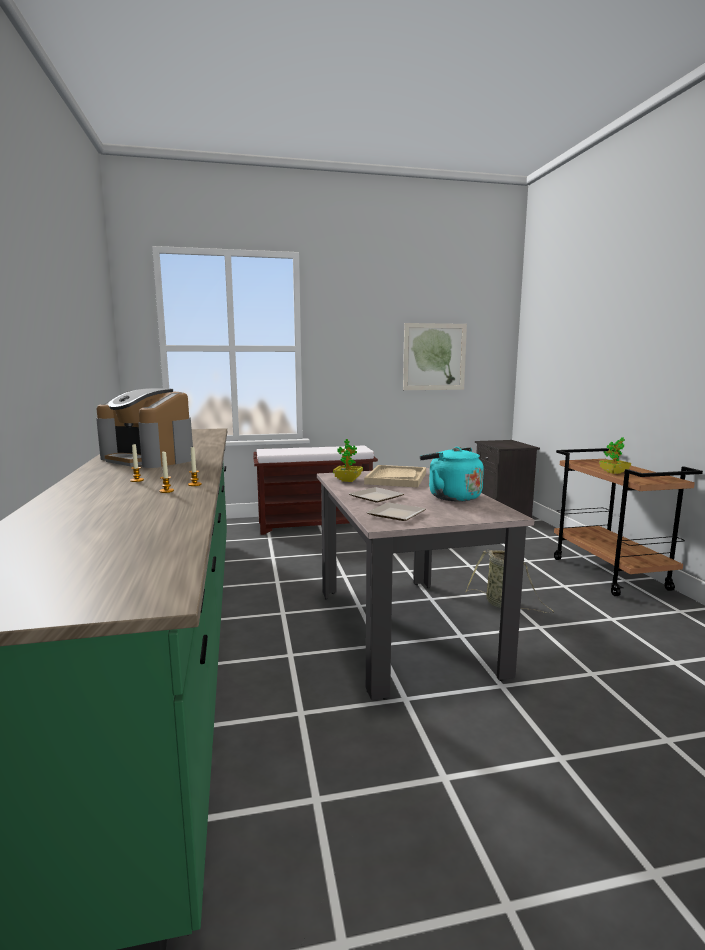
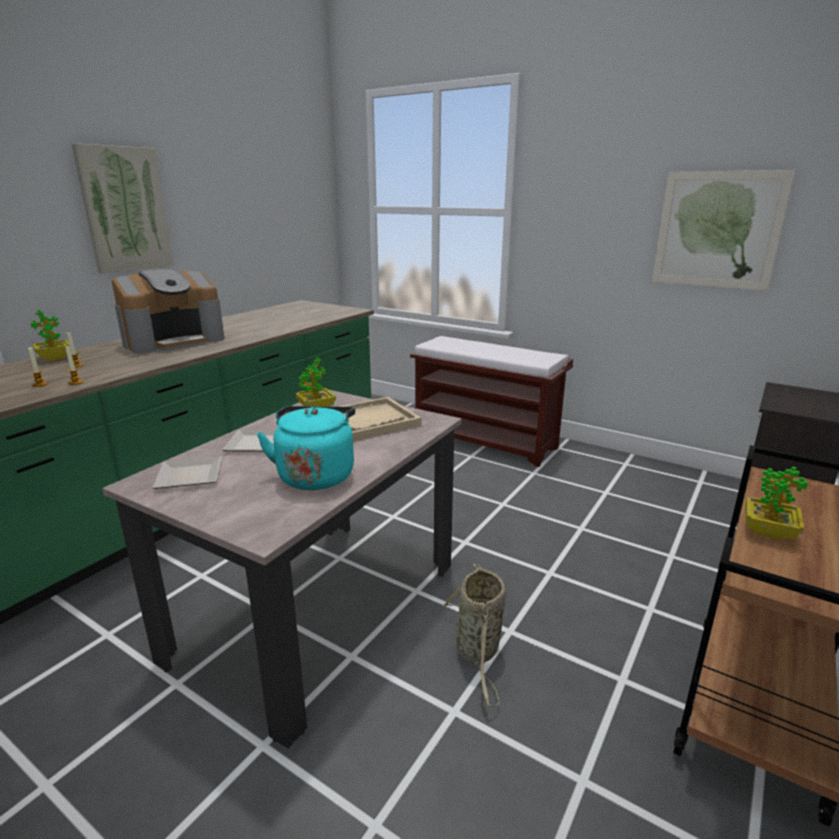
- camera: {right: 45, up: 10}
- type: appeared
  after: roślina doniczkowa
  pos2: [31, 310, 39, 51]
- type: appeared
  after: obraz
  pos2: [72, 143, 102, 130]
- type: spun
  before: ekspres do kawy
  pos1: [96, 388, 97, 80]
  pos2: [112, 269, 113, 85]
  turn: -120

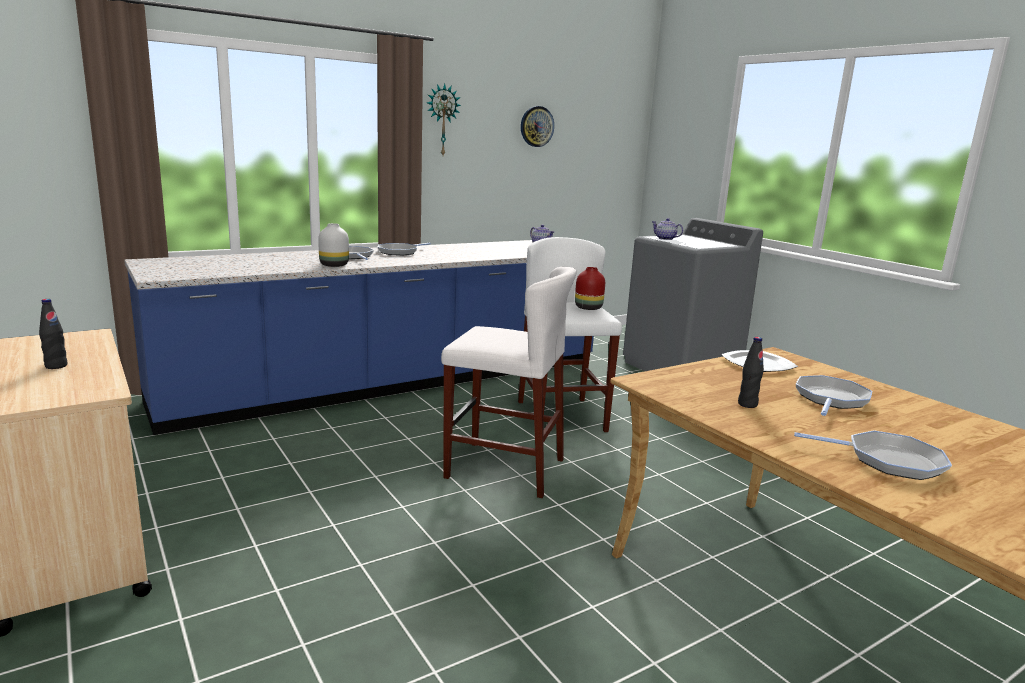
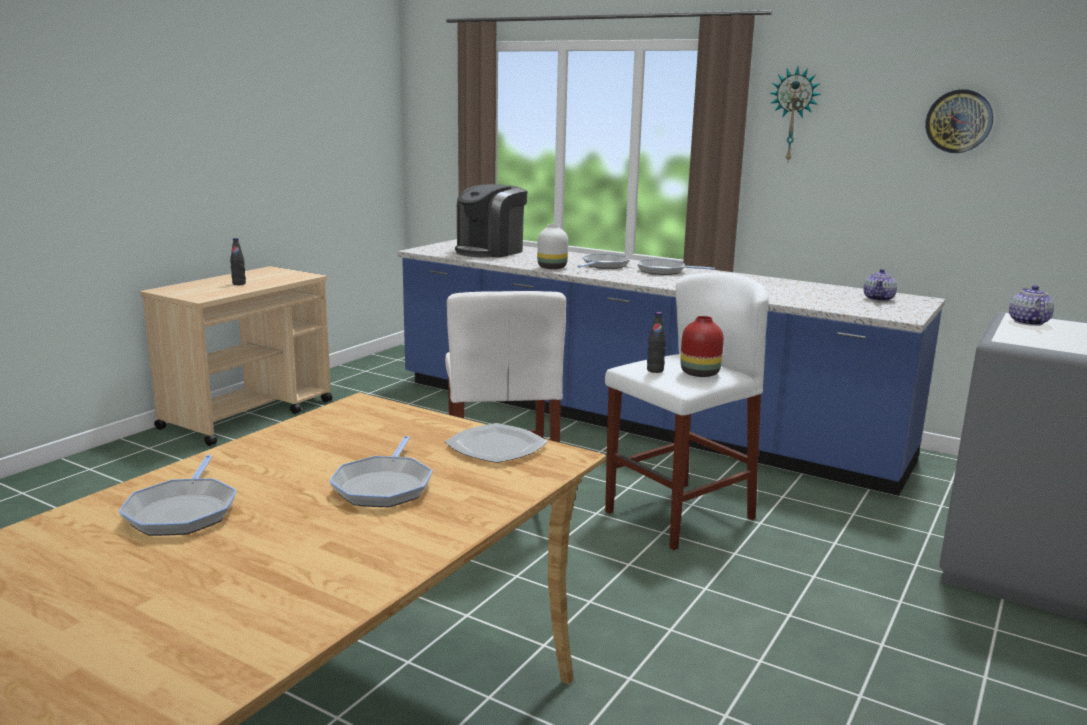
- camera: {right: 65, up: 0}
- type: spun
  before: patelnia
  pos1: [796, 375, 76, 41]
  pos2: [329, 436, 104, 71]
  turn: 90
- type: appeared
  after: ekspres do kawy
  pos2: [455, 184, 73, 74]
- type: relocated
  before: butelka [czarny]
  pos1: [738, 337, 26, 71]
  pos2: [647, 312, 19, 61]

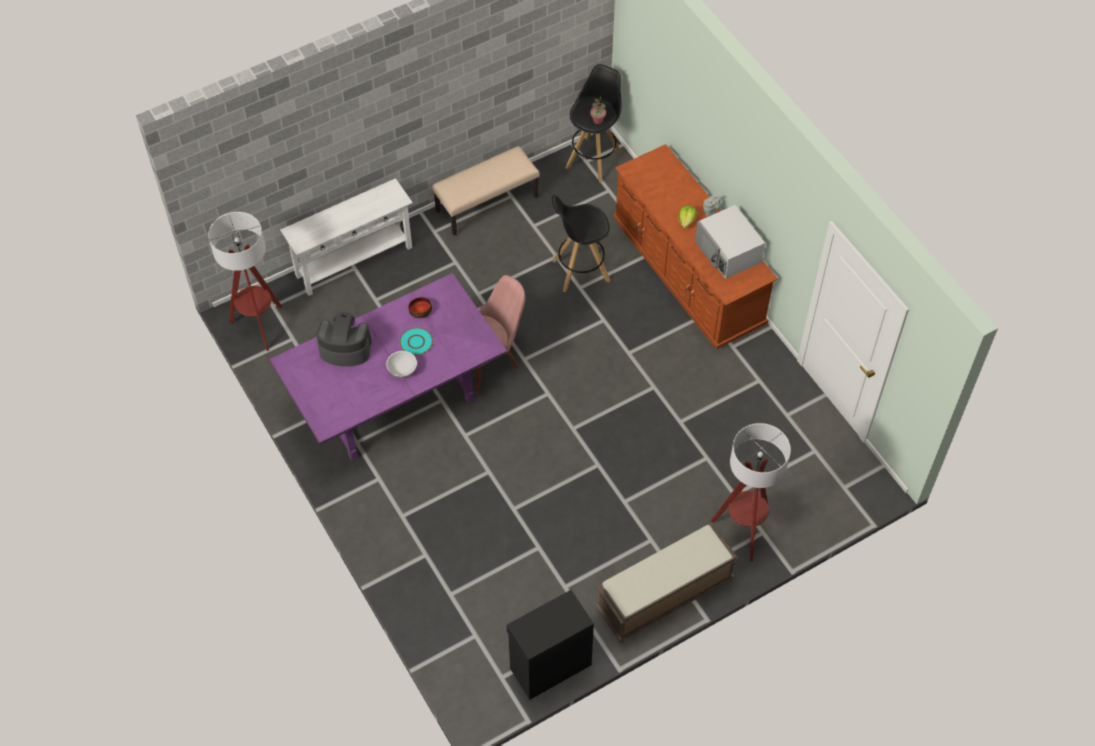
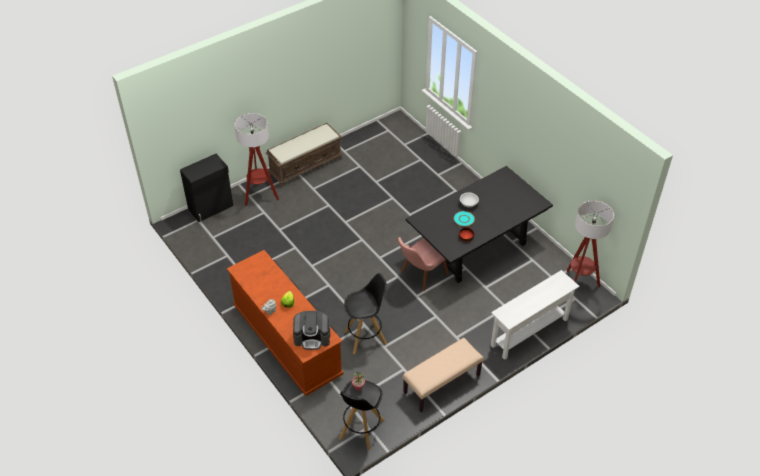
- camera: {right: 175, up: -10}
- type: relocated
  before: szafka [czarny]
  pos1: [507, 590, 87, 110]
  pos2: [180, 154, 53, 68]
- type: relocated
  before: ekspres do kawy
  pos1: [317, 312, 55, 55]
  pos2: [293, 311, 37, 39]
- type: colour
  before: stół jadalny [fioletowy]
  after: stół jadalny [czarny]
  pos1: [269, 273, 238, 188]
  pos2: [406, 166, 147, 117]
- type: missing
  before: mikrofalówka [biały]
  pos1: [695, 205, 70, 74]

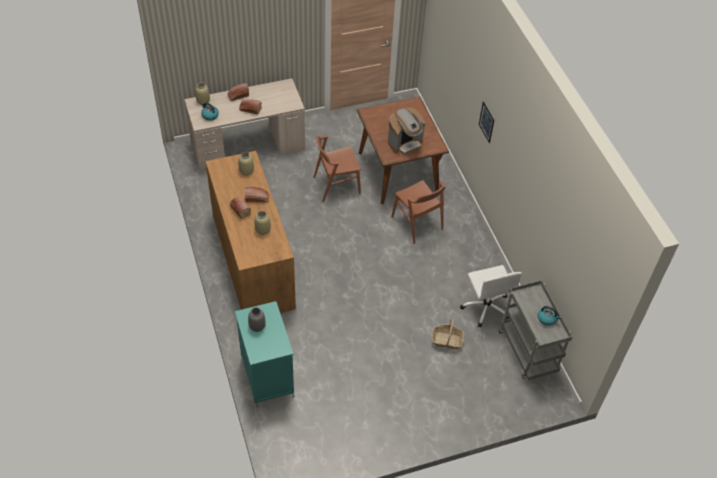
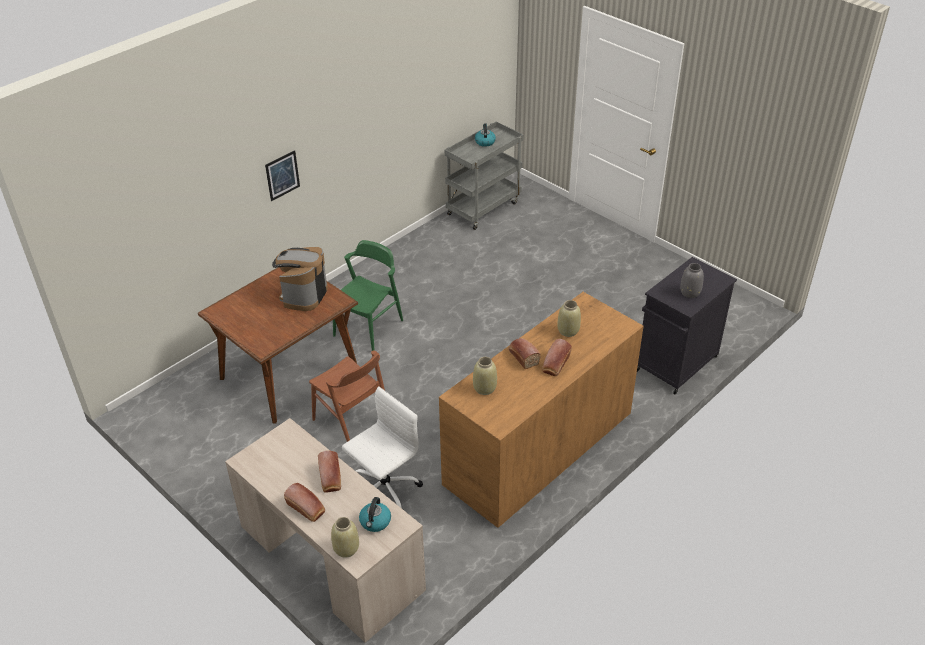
- camera: {right: -115, up: -10}
- type: spun
  before: ekspres do kawy
  pos1: [388, 108, 37, 47]
  pos2: [272, 247, 56, 64]
  turn: -105
- type: colour
  before: krzesło [brązowy]
  after: krzesło [zielony]
  pos1: [391, 180, 54, 64]
  pos2: [333, 240, 70, 111]
- type: relocated
  before: krzesło biurowe [biały]
  pos1: [460, 265, 62, 62]
  pos2: [342, 386, 81, 122]
- type: colour
  before: szafka [turkusowy]
  after: szafka [czarny]
  pos1: [235, 301, 59, 106]
  pos2: [637, 257, 100, 137]
- type: missing
  before: koszyk
  pos1: [432, 319, 32, 30]

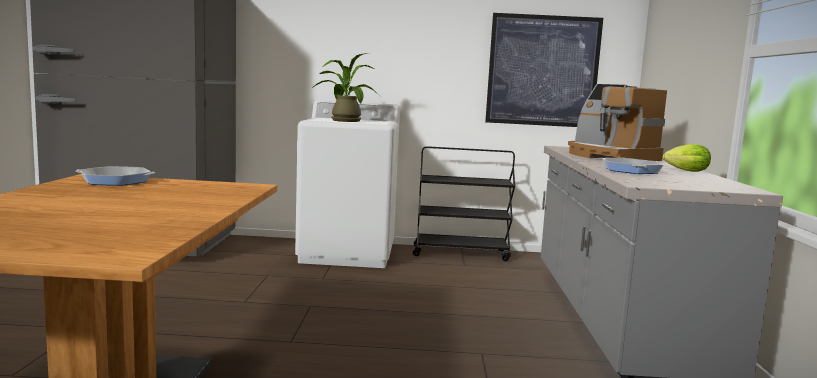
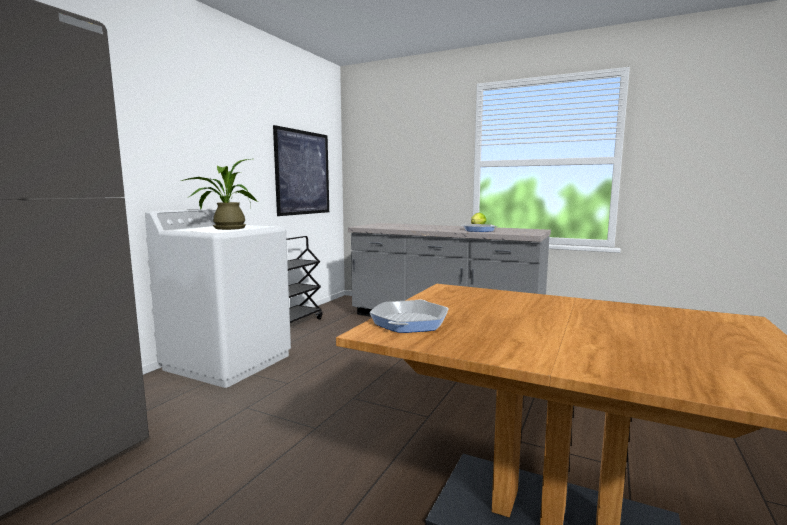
- camera: {right: -65, up: 0}
- type: missing
  before: ekspres do kawy
  pos1: [568, 84, 99, 77]

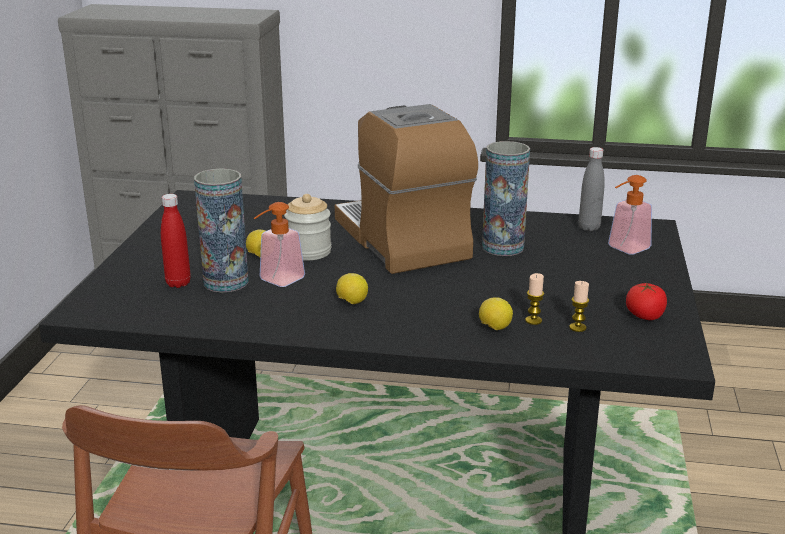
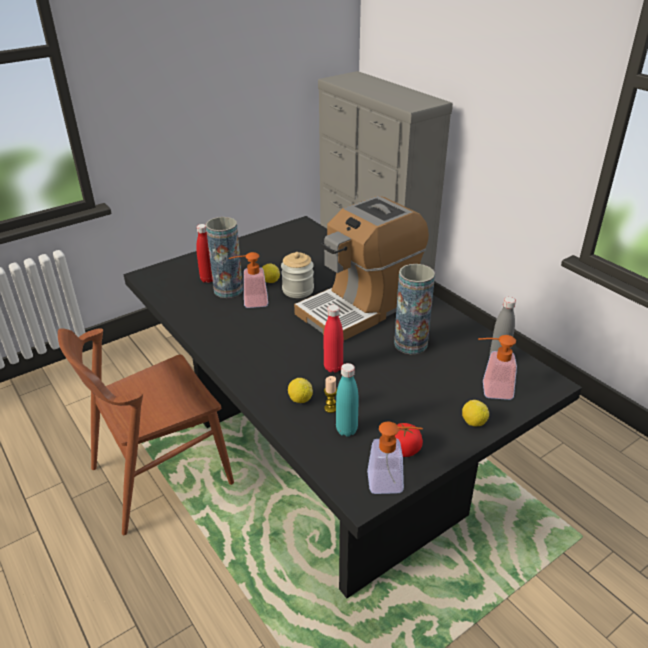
- camera: {right: 45, up: 10}
- type: spun
  before: ekspres do kawy
  pos1: [335, 104, 143, 170]
  pos2: [294, 196, 135, 145]
  turn: -150
- type: appeared
  after: butelka [czerwony]
  pos2: [324, 305, 19, 68]
- type: exchanged
  before: świeca
  after: butelka [turkusowy]
  pos1: [569, 281, 20, 51]
  pos2: [336, 363, 23, 74]
- type: appeared
  after: dozownik mydła
  pos2: [367, 421, 56, 73]
- type: relocated
  before: cytryna
  pos1: [336, 273, 32, 31]
  pos2: [462, 400, 27, 27]

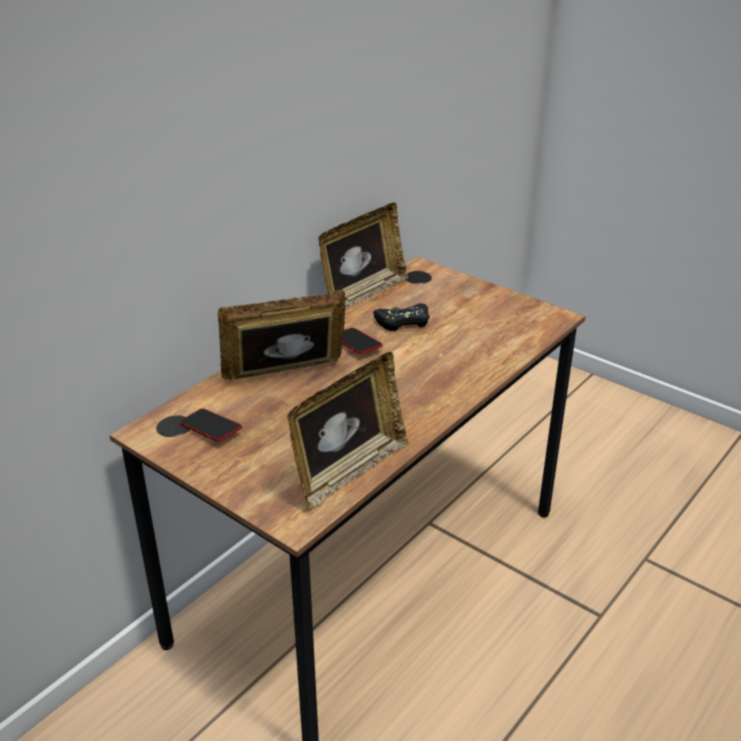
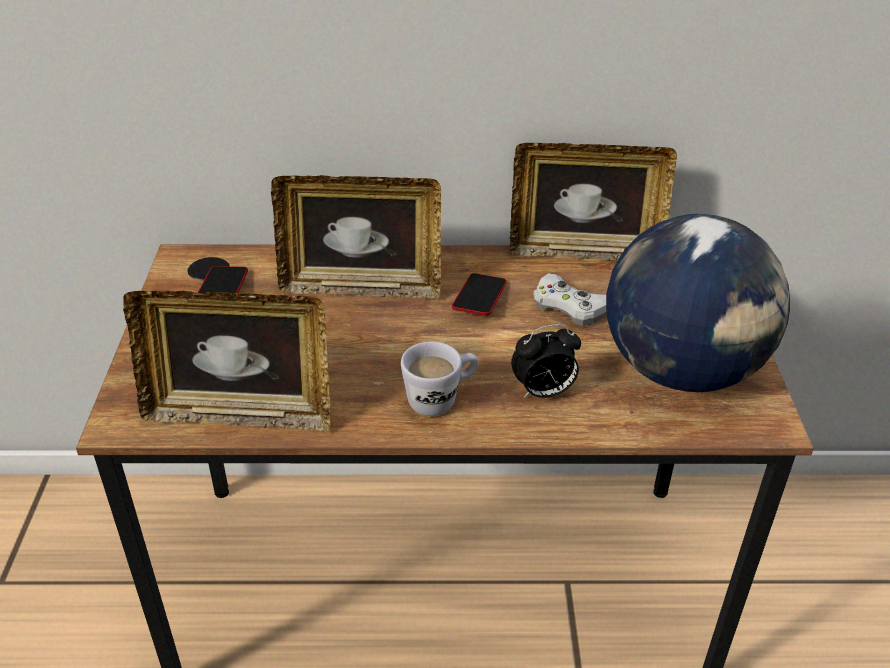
- camera: {right: 50, up: 5}
- type: spun
  before: ramka na zdjęcie
  pos1: [218, 290, 127, 91]
  pos2: [271, 175, 170, 124]
  turn: 150
- type: appeared
  after: kubek [biały]
  pos2: [401, 341, 78, 75]
- type: appeared
  after: budzik
  pos2: [511, 324, 70, 74]
- type: colour
  before: pad do gier [czarny]
  after: pad do gier [biały]
  pos1: [373, 303, 57, 28]
  pos2: [533, 273, 74, 53]
- type: appeared
  after: globus
  pos2: [606, 214, 184, 178]

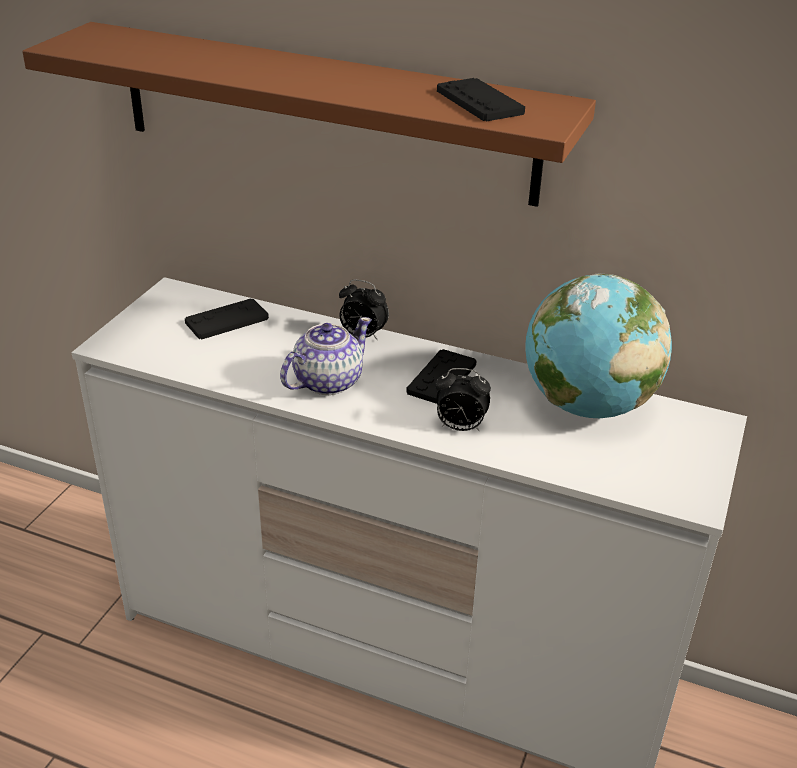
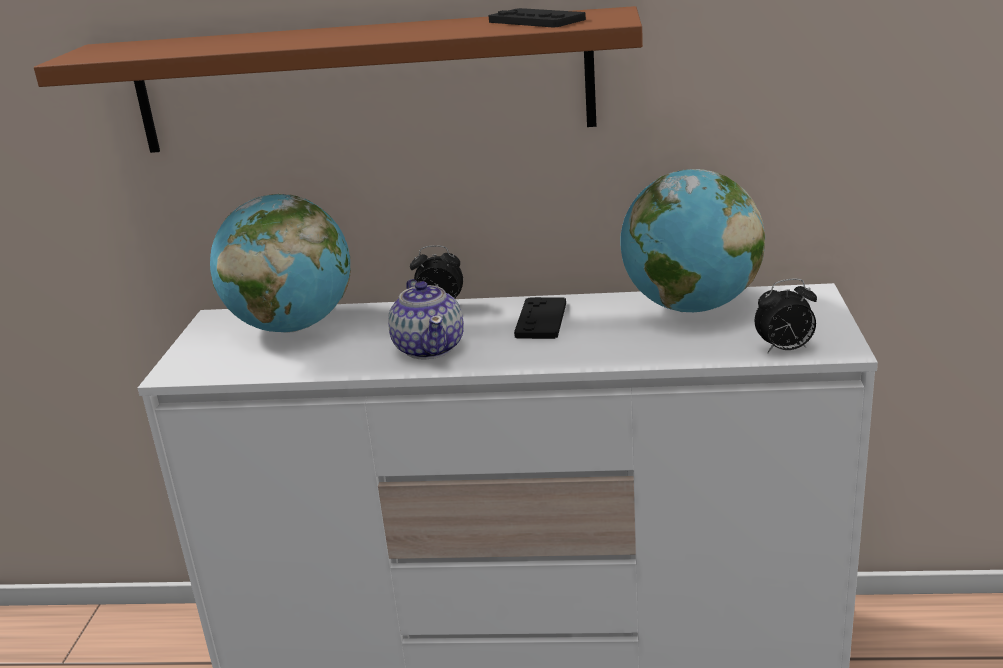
- camera: {right: -15, up: -10}
- type: exchanged
  before: pad do gier [czarny]
  after: globus
  pos1: [185, 299, 84, 41]
  pos2: [210, 194, 141, 138]
- type: spun
  before: imbryk
  pos1: [280, 317, 92, 78]
  pos2: [388, 279, 76, 80]
  turn: 135
- type: relocated
  before: budzik
  pos1: [435, 368, 56, 63]
  pos2: [755, 278, 62, 76]

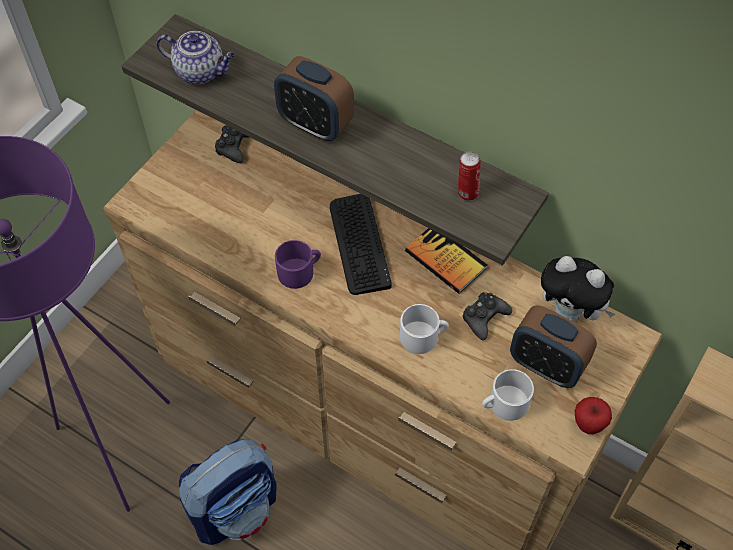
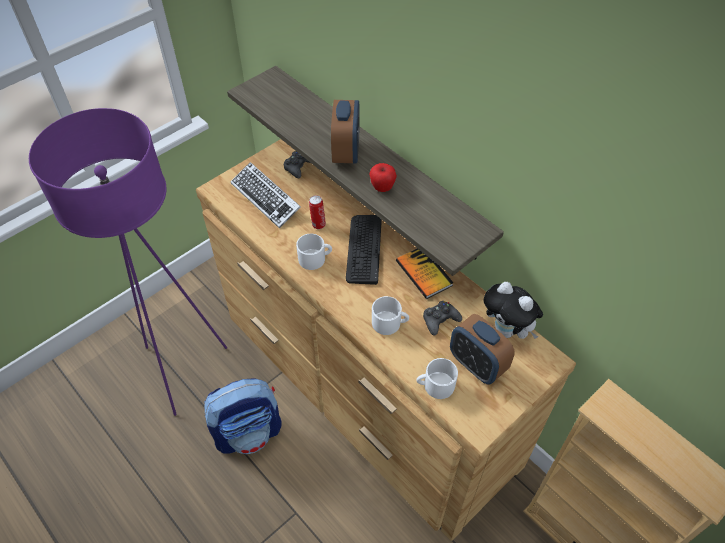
- camera: {right: 15, up: -5}
- type: appeared
  after: klawiatura
  pos2: [231, 162, 69, 66]
- type: colour
  before: kubek [fioletowy]
  after: kubek [biały]
  pos1: [275, 240, 46, 49]
  pos2: [296, 234, 36, 36]
- type: relocated
  before: puszka
  pos1: [458, 151, 23, 50]
  pos2: [309, 195, 17, 34]
- type: spun
  before: budzik
  pos1: [274, 56, 80, 85]
  pos2: [331, 100, 29, 63]
  turn: -135
- type: relocated
  before: jabłko
  pos1: [575, 397, 37, 37]
  pos2: [369, 163, 28, 29]
- type: missing
  before: imbryk
  pos1: [157, 31, 78, 53]

